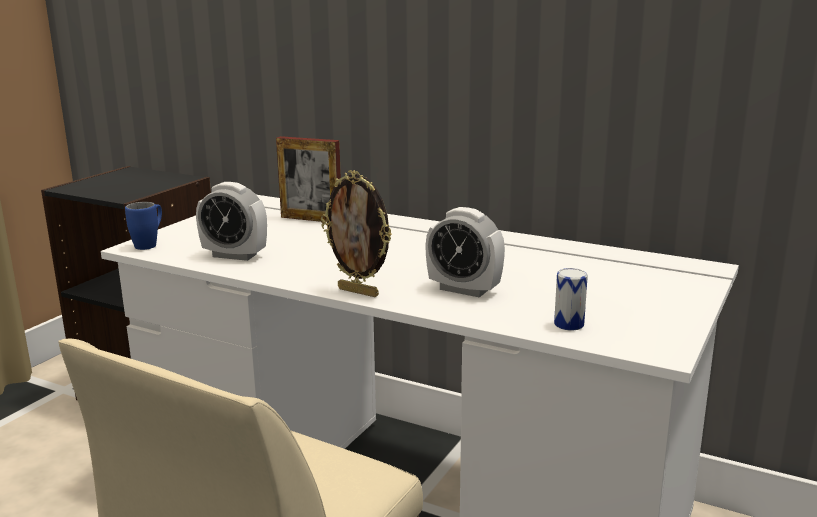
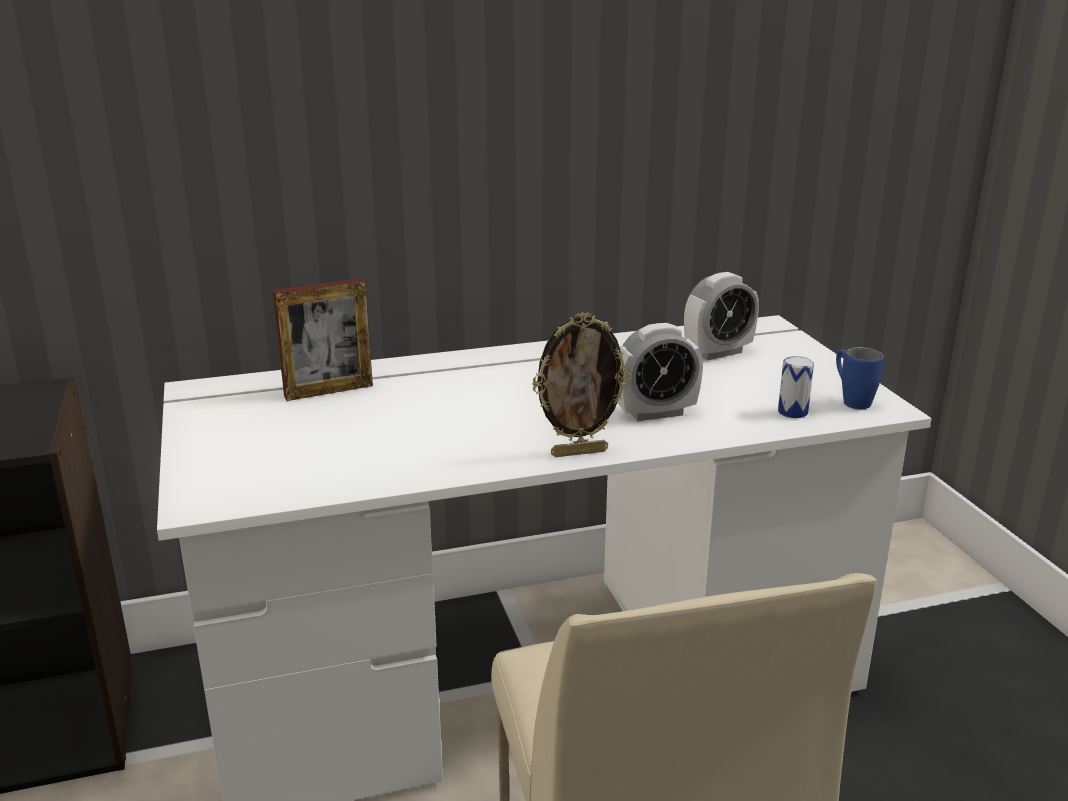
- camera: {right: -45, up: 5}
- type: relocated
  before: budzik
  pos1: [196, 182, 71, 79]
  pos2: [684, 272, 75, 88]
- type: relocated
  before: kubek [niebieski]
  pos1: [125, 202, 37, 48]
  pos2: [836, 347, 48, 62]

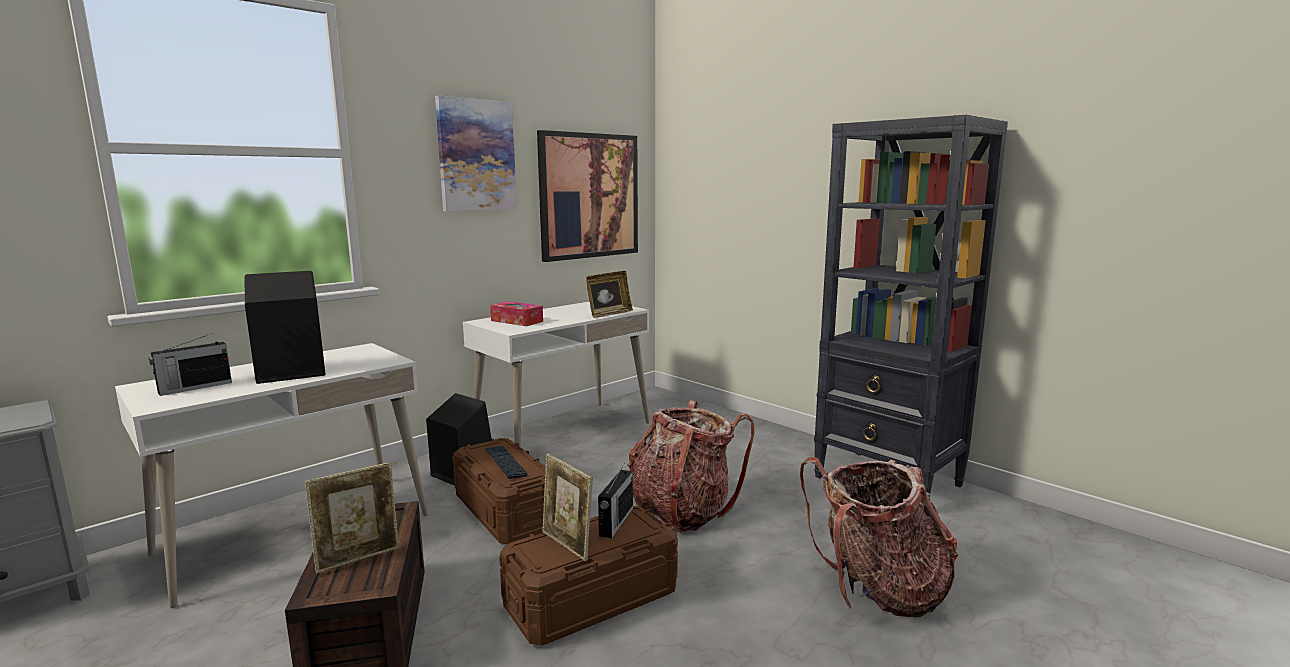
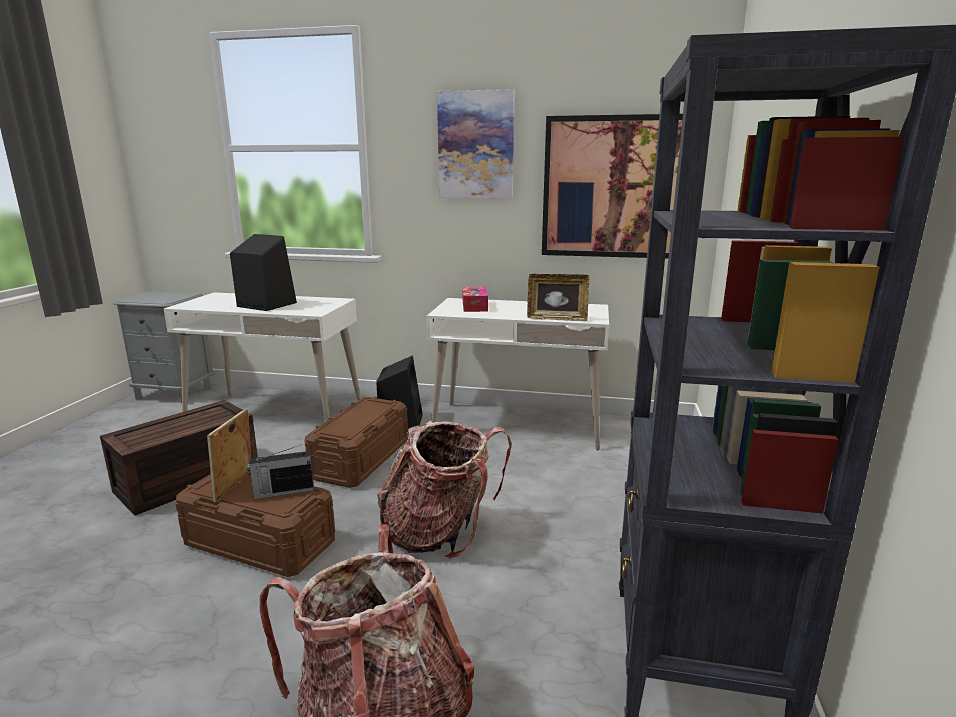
- camera: {right: 55, up: 5}
- type: missing
  before: radio
  pos1: [149, 333, 83, 63]
- type: missing
  before: ramka na zdjęcie
  pos1: [305, 462, 94, 112]
- type: missing
  before: klawiatura
  pos1: [485, 446, 43, 33]

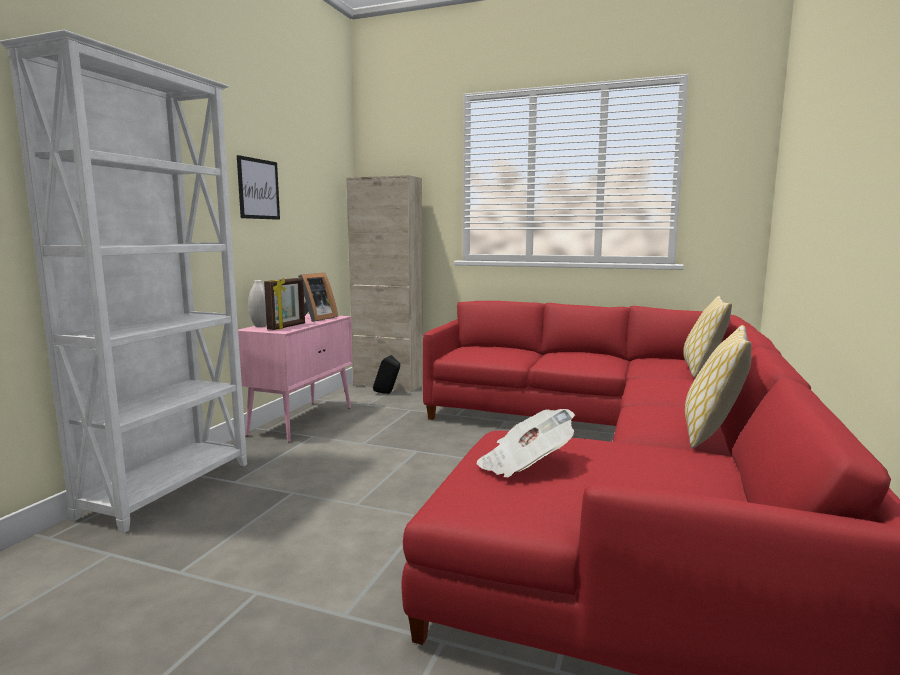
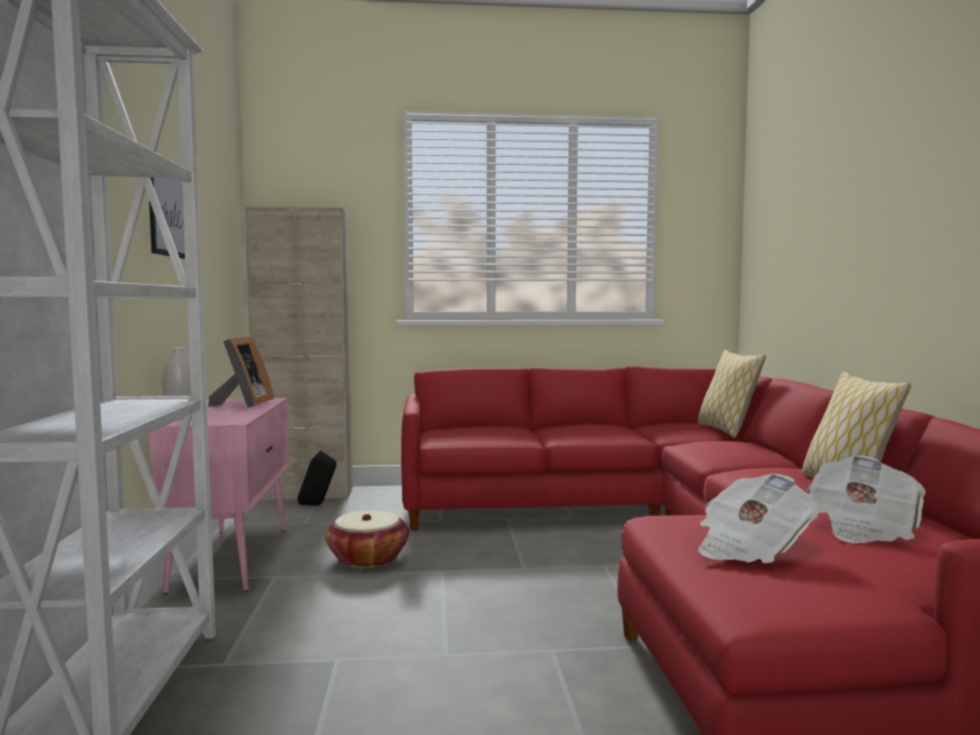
- camera: {right: -25, up: -5}
- type: appeared
  after: koszyk
  pos2: [325, 510, 84, 58]
- type: appeared
  after: gazeta
  pos2: [807, 455, 119, 88]
- type: missing
  before: ramka na zdjęcie
  pos1: [264, 278, 41, 52]

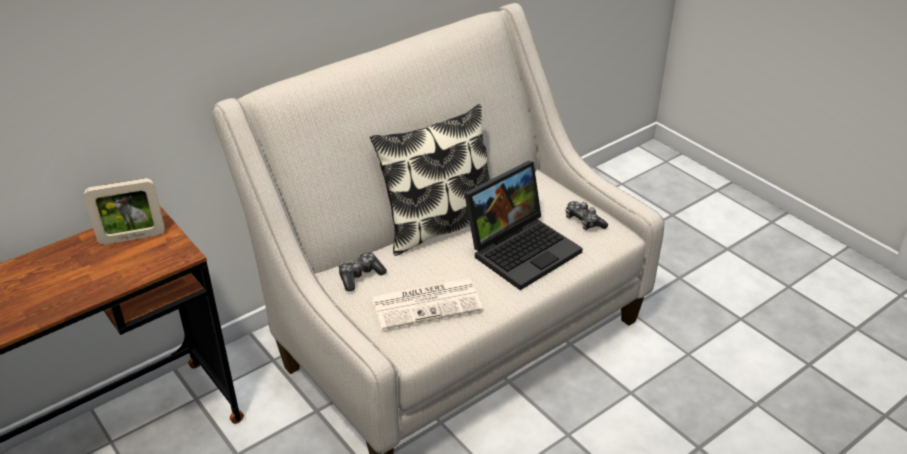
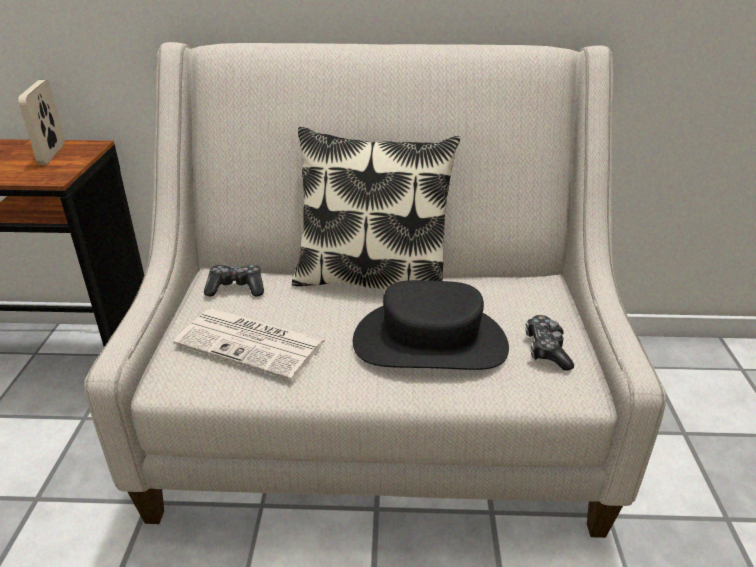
- camera: {right: 40, up: -5}
- type: spun
  before: ramka na zdjęcie
  pos1: [84, 178, 81, 67]
  pos2: [18, 80, 47, 85]
  turn: 60
- type: exchanged
  before: laptop
  after: kapelusz [czarny]
  pos1: [464, 161, 119, 129]
  pos2: [353, 280, 156, 90]

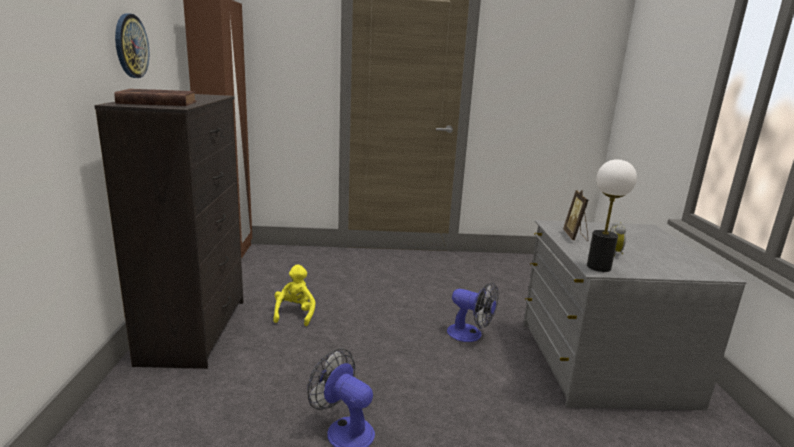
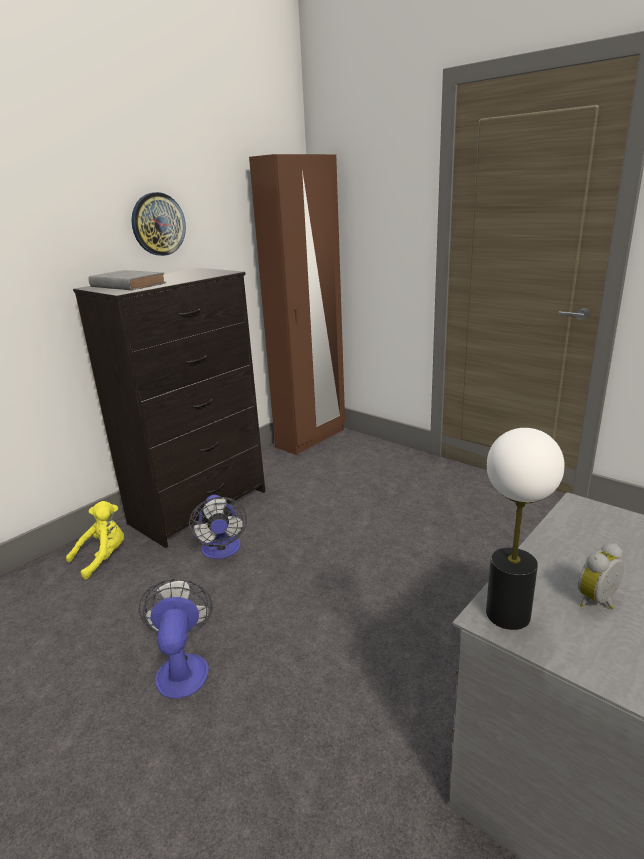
- camera: {right: 45, up: 5}
- type: relocated
  before: pluszak [żółty]
  pos1: [273, 264, 43, 62]
  pos2: [66, 501, 58, 78]
- type: colour
  before: książka [brązowy]
  after: książka [szary]
  pos1: [114, 89, 82, 17]
  pos2: [88, 270, 78, 20]
- type: relocated
  before: wentylator
  pos1: [447, 282, 52, 60]
  pos2: [189, 495, 58, 64]
- type: missing
  before: ramka na zdjęcie
  pos1: [563, 190, 25, 51]

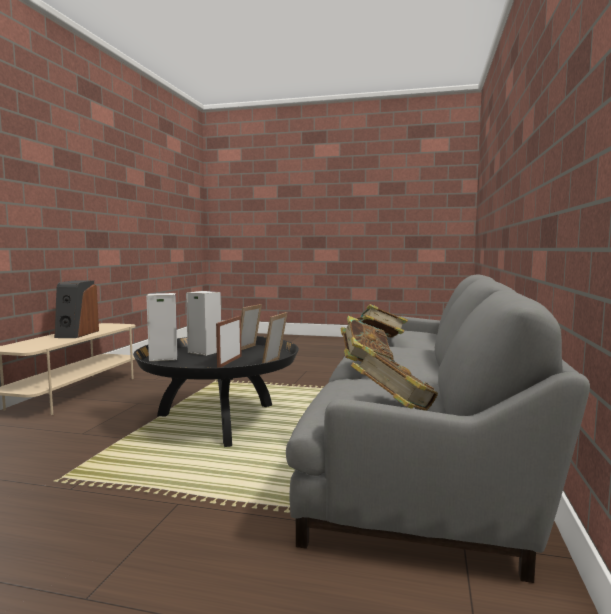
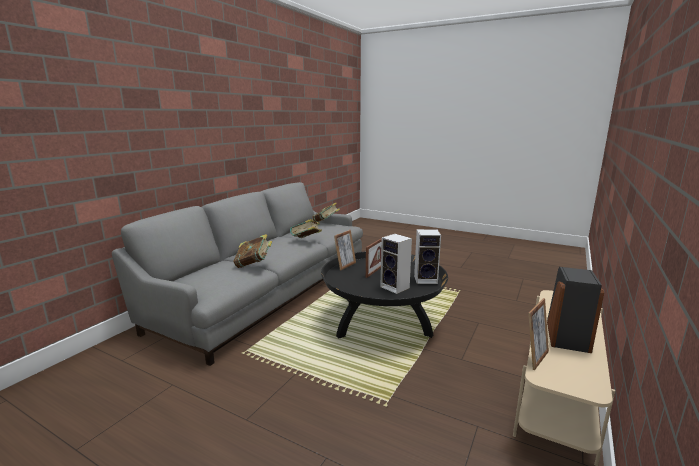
- camera: {right: -165, up: 10}
- type: relocated
  before: ramka na zdjęcie
  pos1: [241, 304, 21, 46]
  pos2: [528, 298, 21, 72]

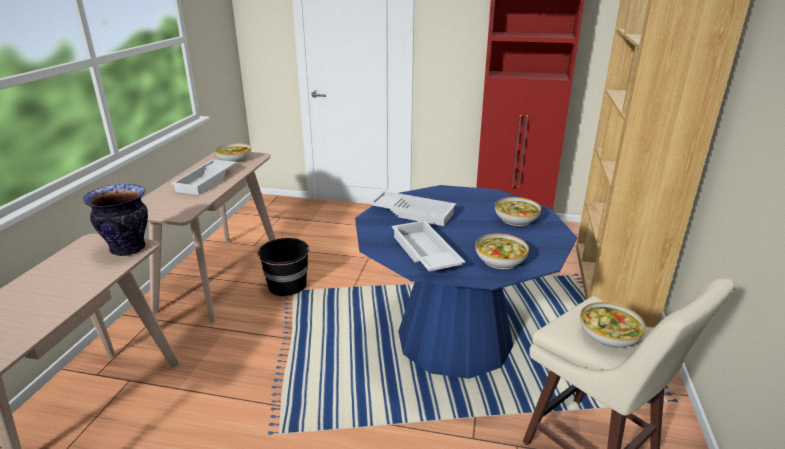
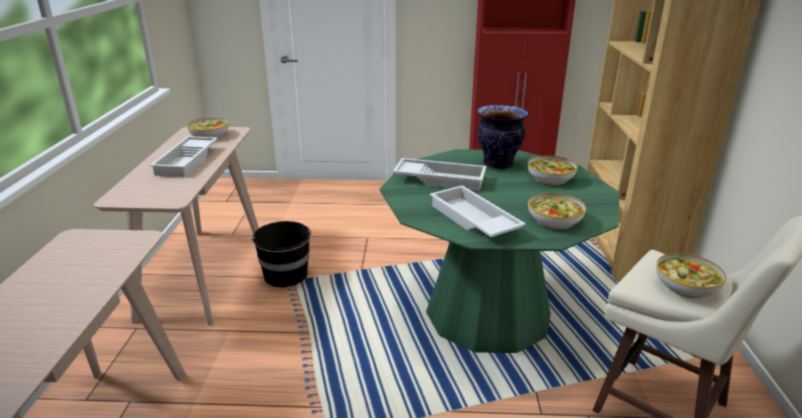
- camera: {right: -10, up: 0}
- type: colour
  before: stół jadalny [niebieski]
  after: stół jadalny [zielony]
  pos1: [355, 185, 222, 194]
  pos2: [380, 149, 239, 204]
- type: relocated
  before: wazon
  pos1: [83, 184, 65, 72]
  pos2: [477, 105, 52, 64]

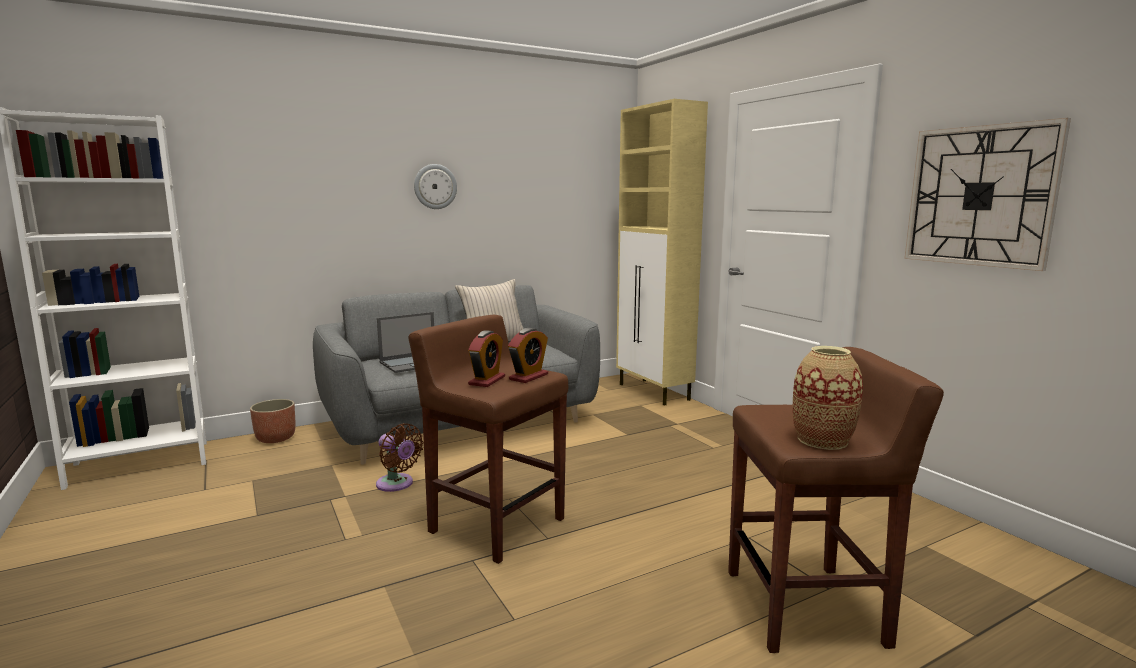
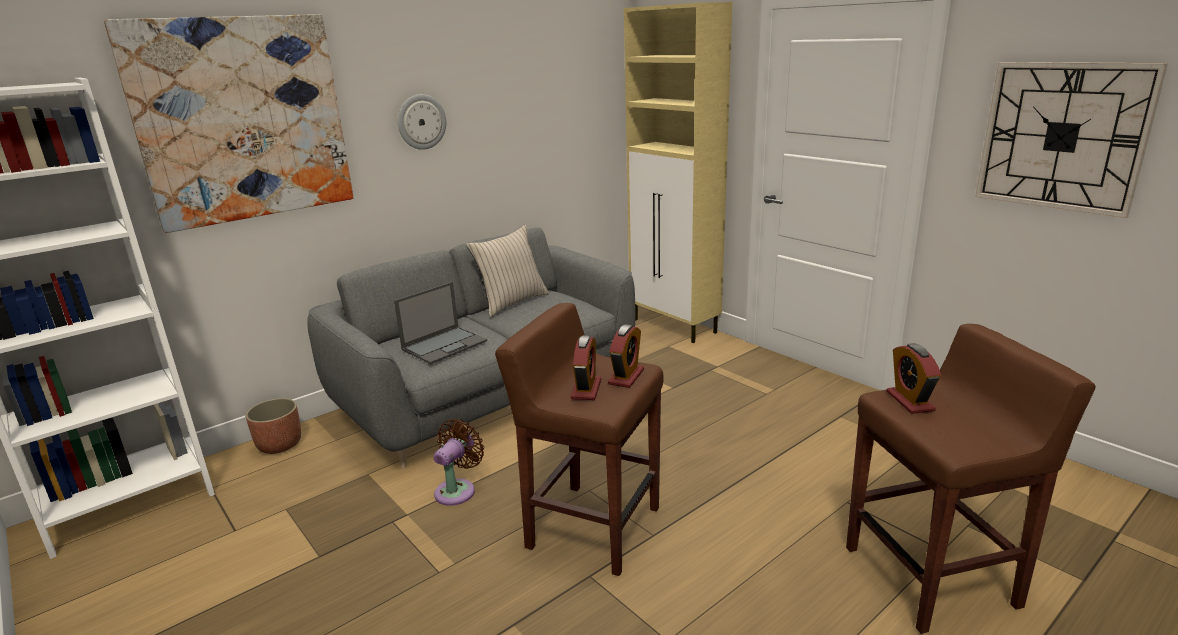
- camera: {right: -10, up: 10}
- type: appeared
  after: obraz
  pos2: [104, 14, 250, 219]
- type: spun
  before: wentylator [brązowy]
  pos1: [376, 423, 47, 69]
  pos2: [434, 419, 50, 87]
  turn: -90
- type: appeared
  after: budzik
  pos2: [886, 343, 55, 71]
- type: missing
  before: wazon
  pos1: [793, 346, 70, 104]

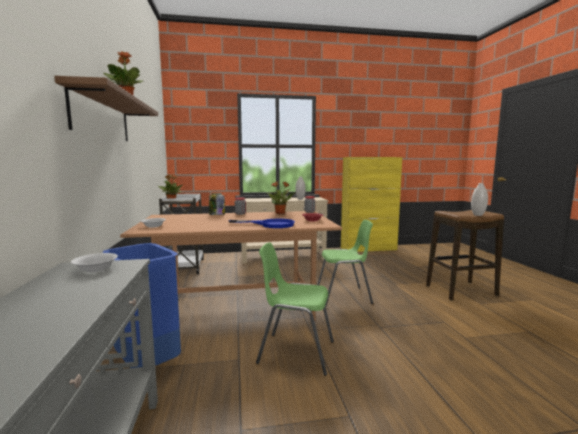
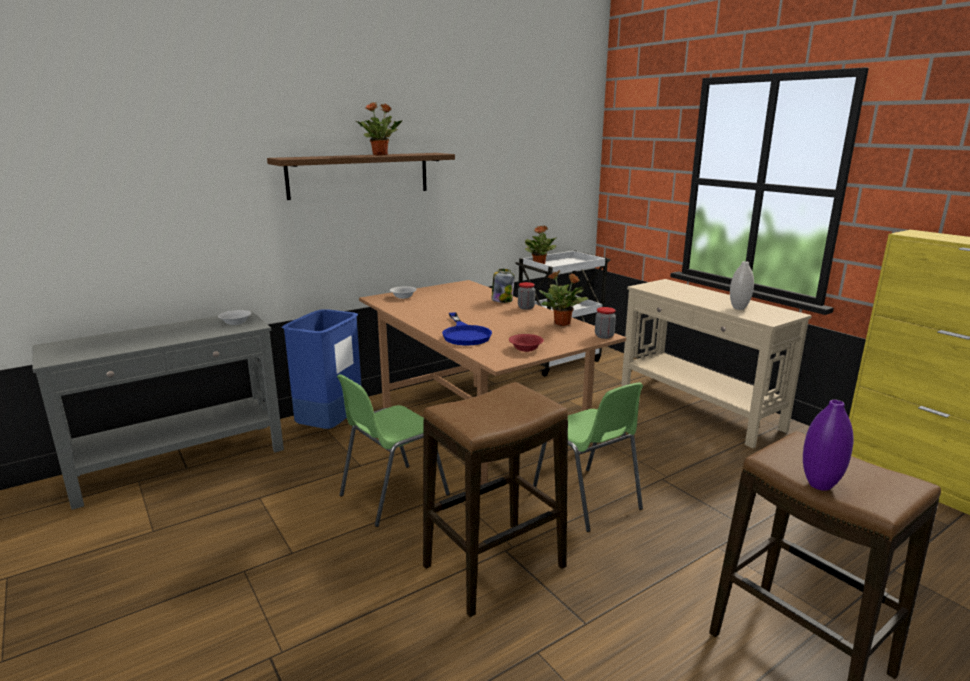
- camera: {right: 65, up: 10}
- type: spun
  before: krzesło [zielony]
  pos1: [256, 243, 78, 133]
  pos2: [337, 374, 113, 153]
  turn: -120
- type: appeared
  after: stołek
  pos2: [423, 382, 145, 235]
- type: colour
  before: wazon [biały]
  after: wazon [fioletowy]
  pos1: [471, 183, 17, 33]
  pos2: [803, 400, 51, 91]

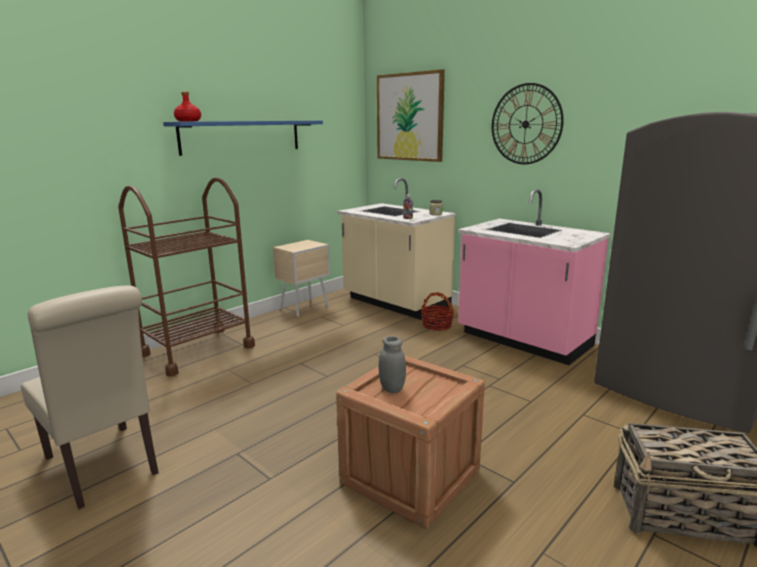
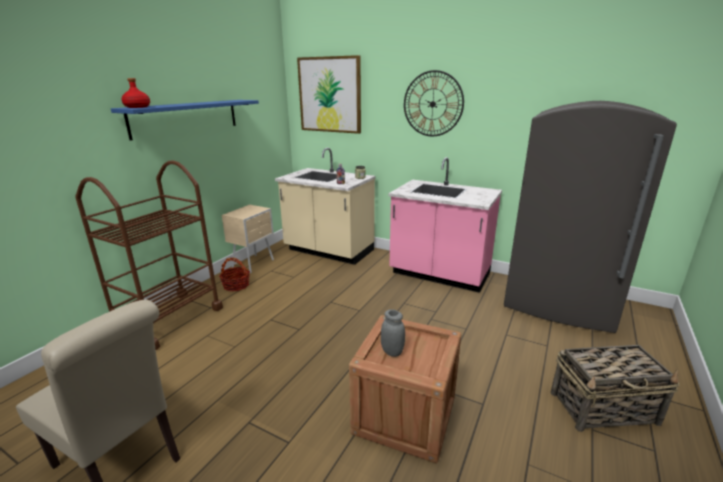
- camera: {right: -15, up: 5}
- type: relocated
  before: koszyk
  pos1: [421, 292, 33, 39]
  pos2: [219, 258, 31, 33]

